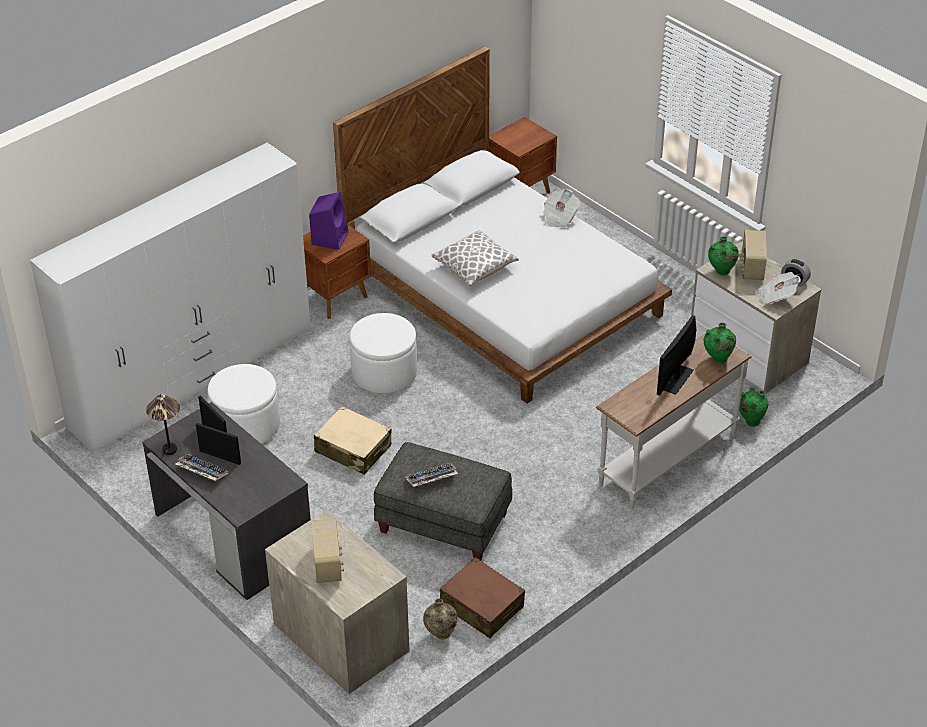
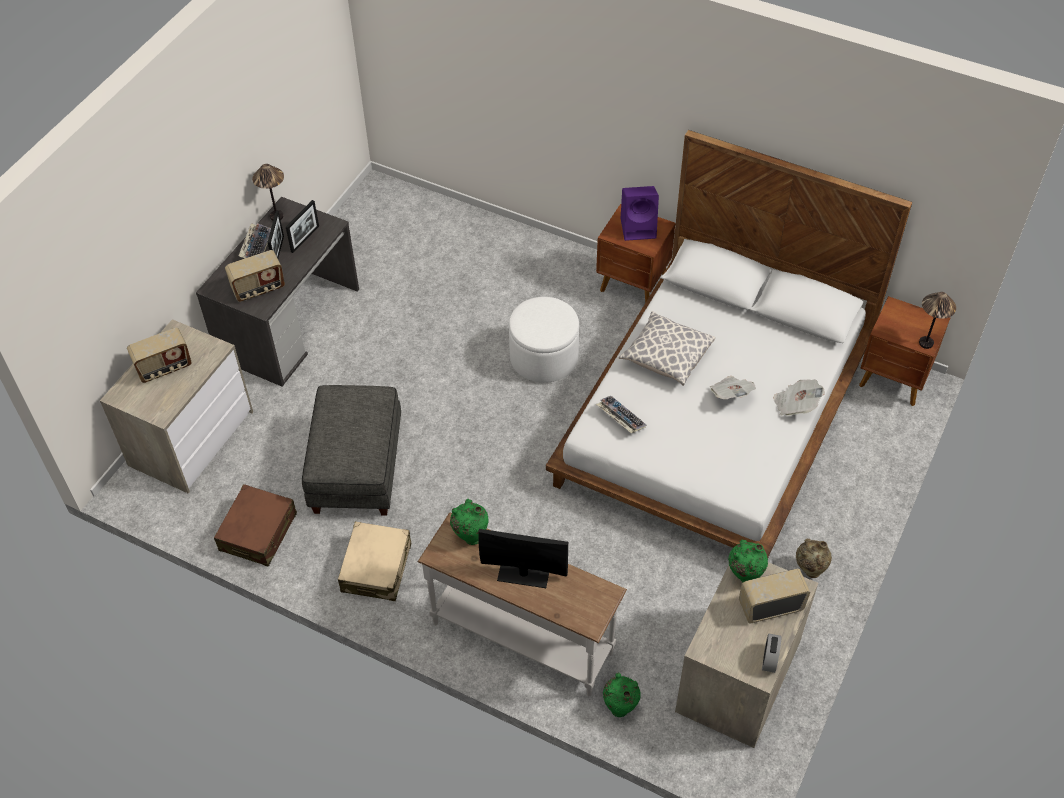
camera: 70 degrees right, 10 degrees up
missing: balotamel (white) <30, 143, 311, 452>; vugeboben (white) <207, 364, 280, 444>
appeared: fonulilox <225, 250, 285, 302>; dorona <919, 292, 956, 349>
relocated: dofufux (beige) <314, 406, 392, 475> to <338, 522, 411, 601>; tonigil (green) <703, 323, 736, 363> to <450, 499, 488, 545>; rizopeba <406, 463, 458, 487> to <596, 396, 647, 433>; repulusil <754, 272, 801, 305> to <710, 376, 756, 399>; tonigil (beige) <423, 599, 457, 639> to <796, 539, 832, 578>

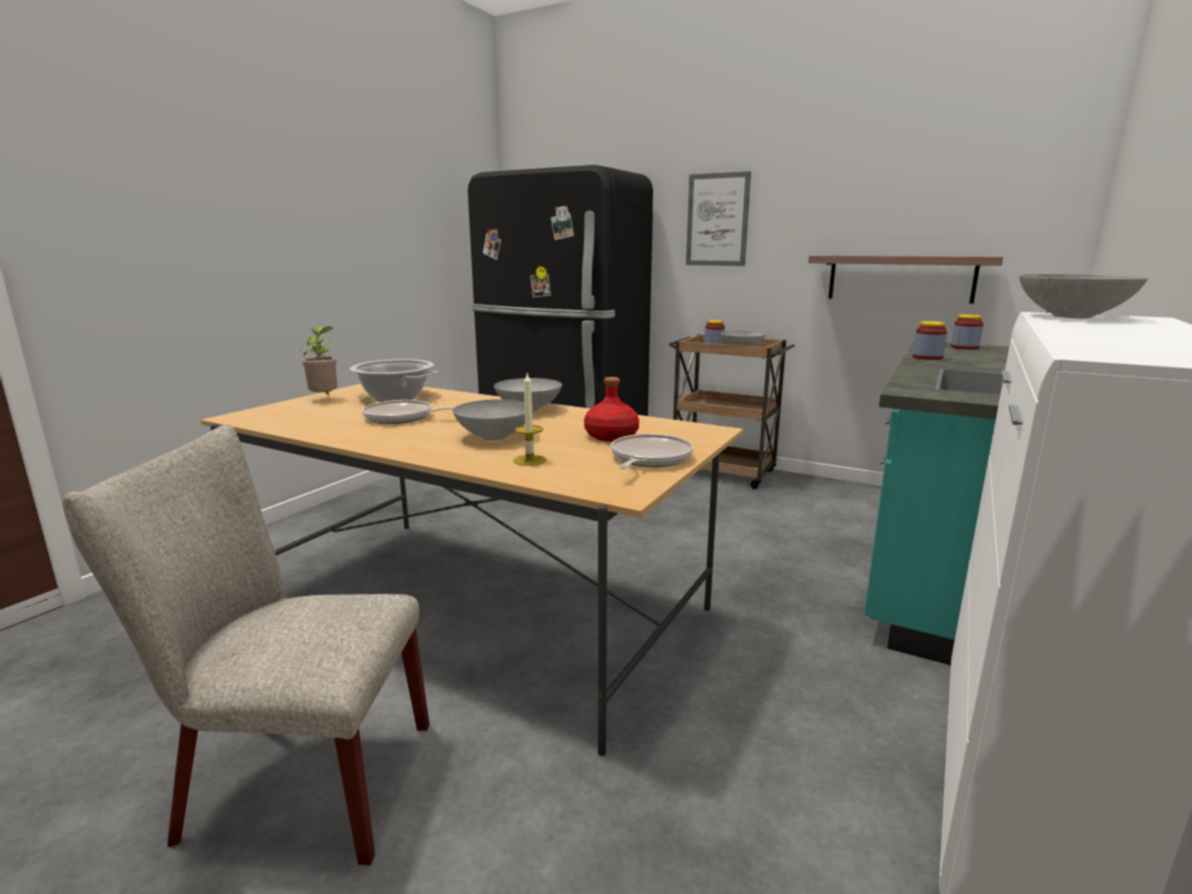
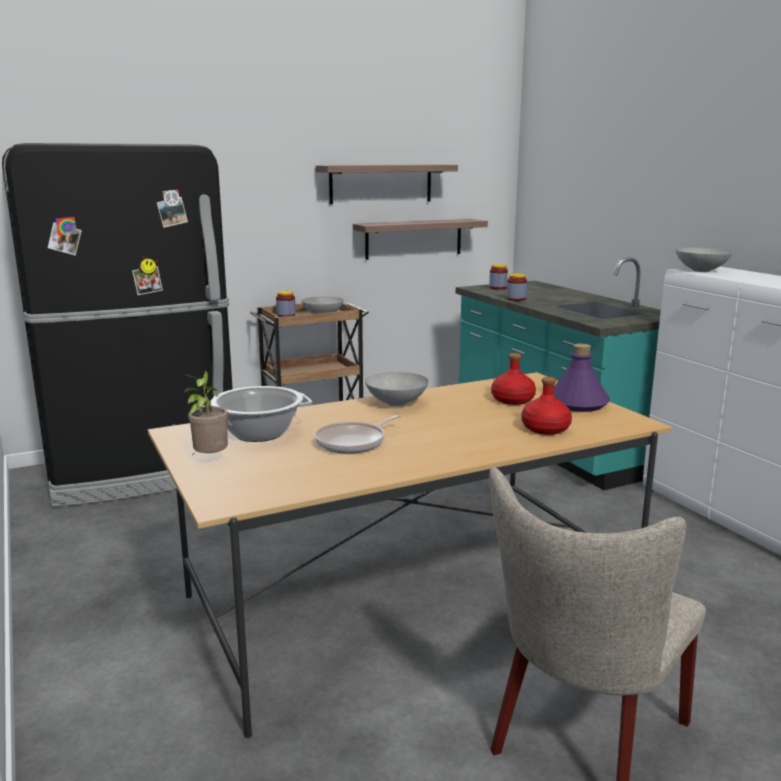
camera: 55 degrees left, 0 degrees up
missing: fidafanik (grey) <453, 399, 533, 441>; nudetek <686, 171, 751, 266>
appeared: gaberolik <315, 165, 458, 204>
exchanged: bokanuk <513, 374, 547, 466> to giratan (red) <522, 377, 572, 435>; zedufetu <611, 434, 694, 469> to giratan (purple) <553, 344, 610, 412>

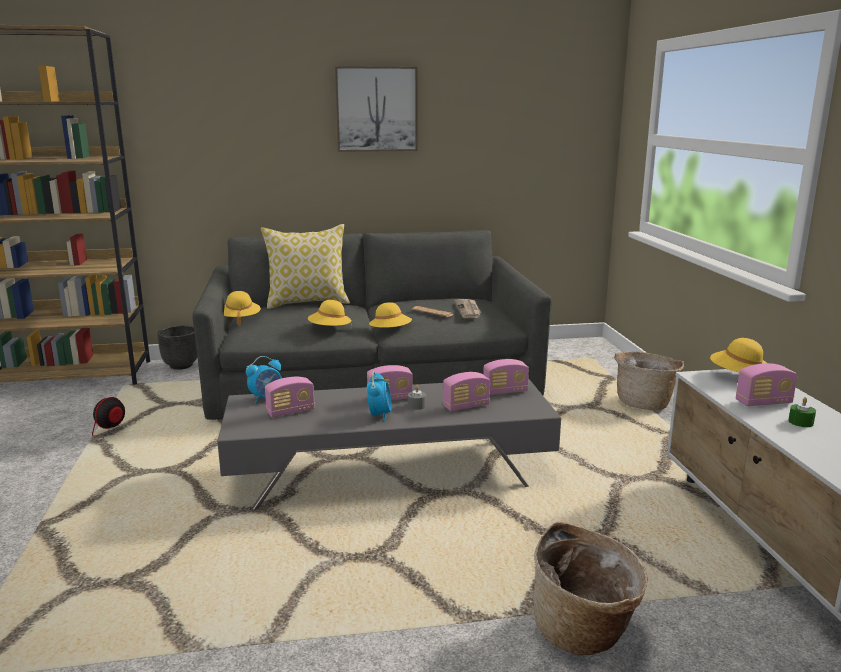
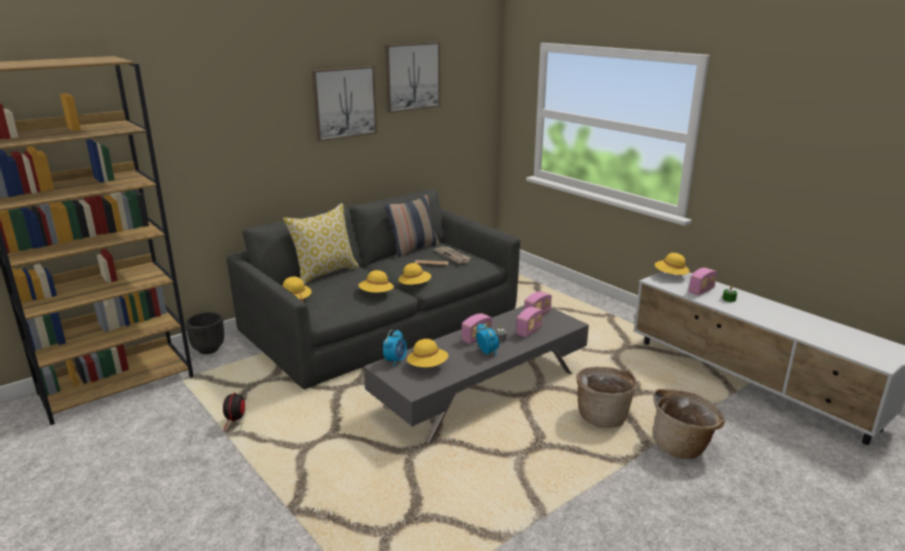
camera: 30 degrees left, 5 degrees up
appeared: nudetek <385, 42, 440, 113>; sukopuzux <385, 195, 439, 257>
relocated: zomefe <614, 351, 684, 410> to <576, 367, 637, 428>
exchanged: fonulilox <265, 377, 315, 418> to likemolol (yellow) <407, 339, 448, 367>

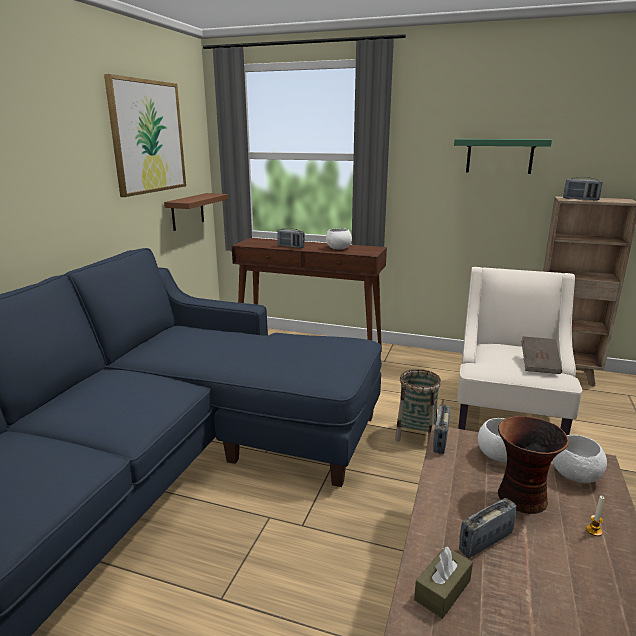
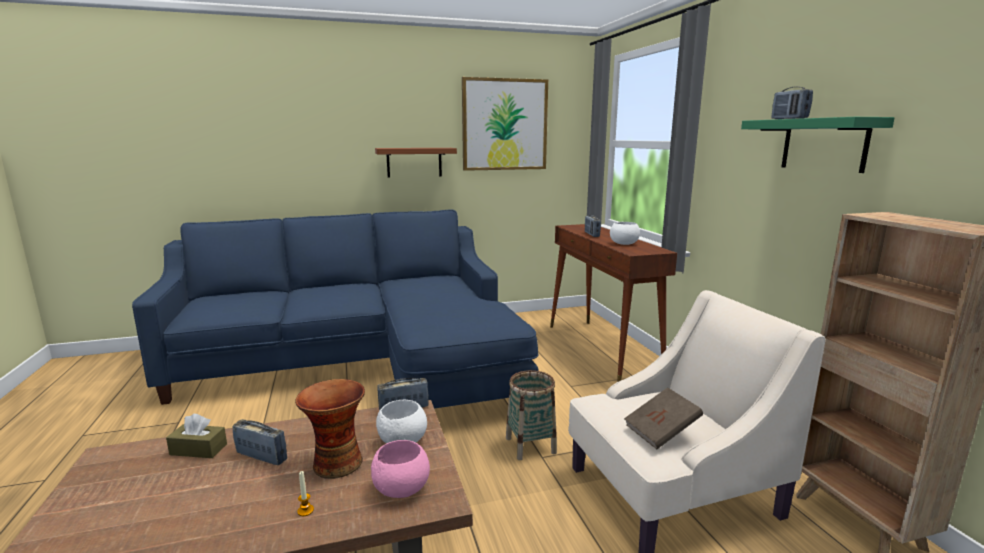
camera: 55 degrees right, 5 degrees down
relocated: gaberolik (brown) <164, 193, 228, 231> to <375, 148, 457, 178>; fonulilox <563, 177, 603, 200> to <771, 86, 813, 119>
colour: fidafanik (white) <552, 435, 607, 483> to fidafanik (pink) <371, 440, 430, 498>

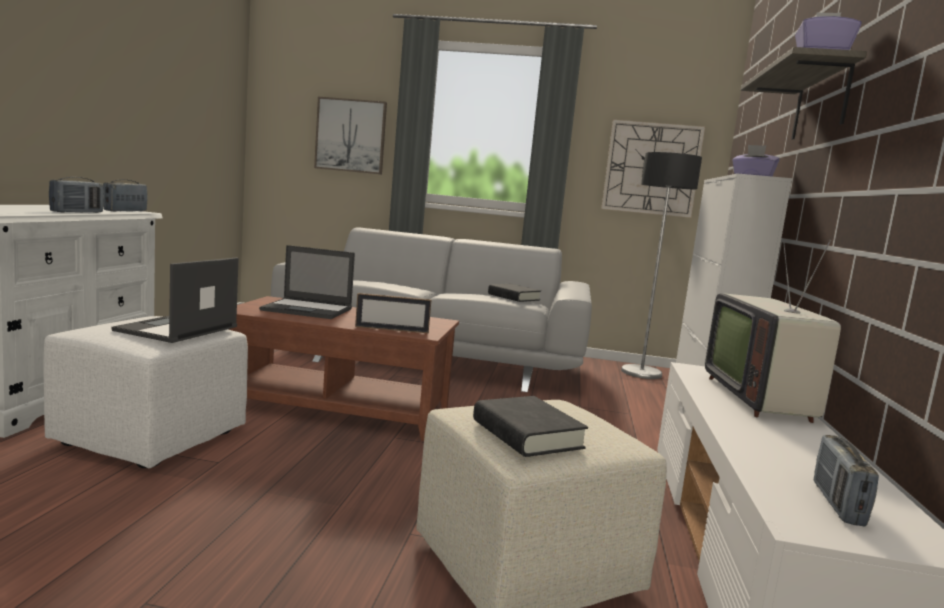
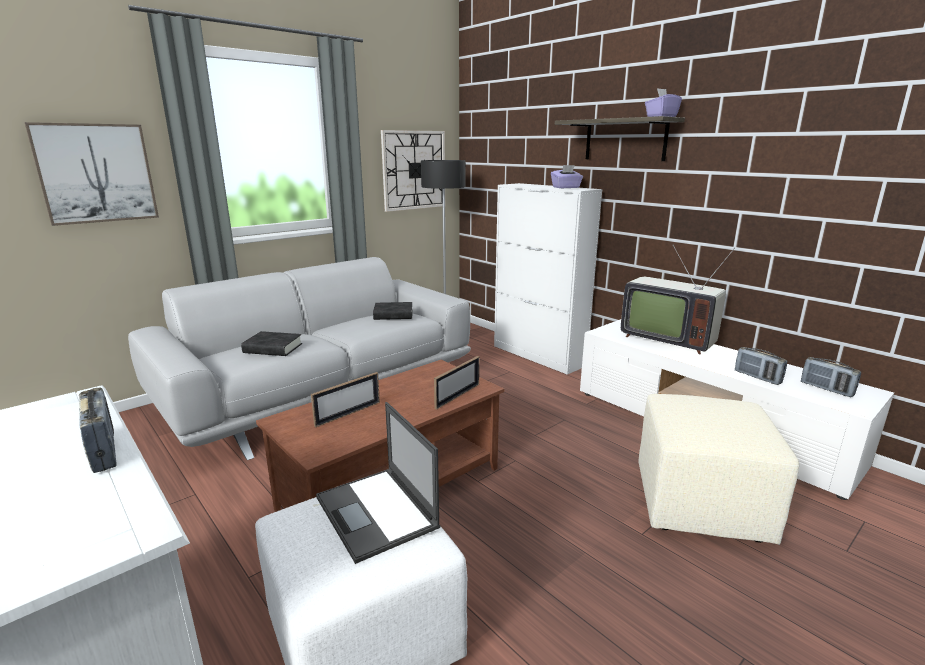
camera: 50 degrees left, 10 degrees up
relocated: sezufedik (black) <473, 396, 588, 457> to <241, 331, 302, 356>; fonulilox <103, 179, 148, 212> to <735, 347, 787, 385>
exchanged: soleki <259, 245, 355, 319> to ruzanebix <311, 372, 380, 427>

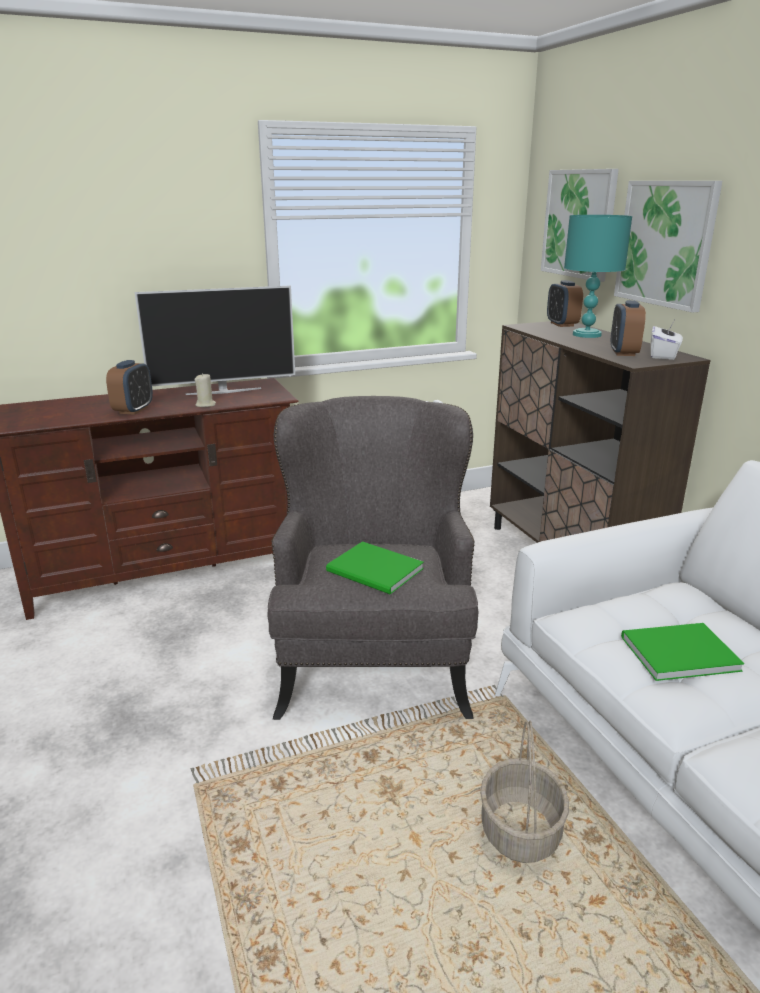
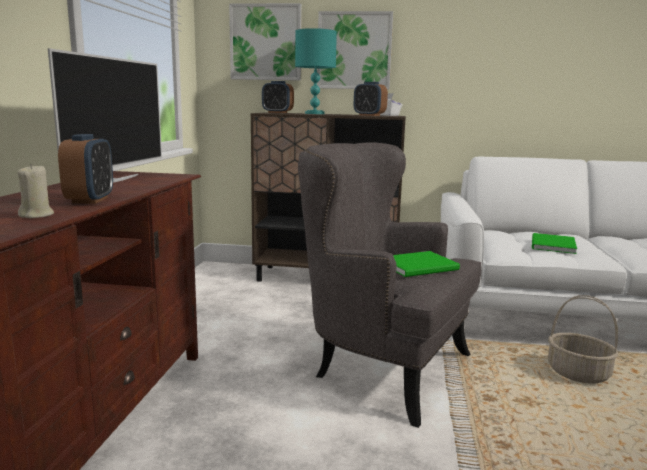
camera: 60 degrees left, 10 degrees down
relocated: bokanuk (beige) <194, 373, 216, 407> to <17, 164, 54, 218>
spun: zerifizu <106, 360, 153, 415> = <58, 134, 113, 204> 45 degrees clockwise

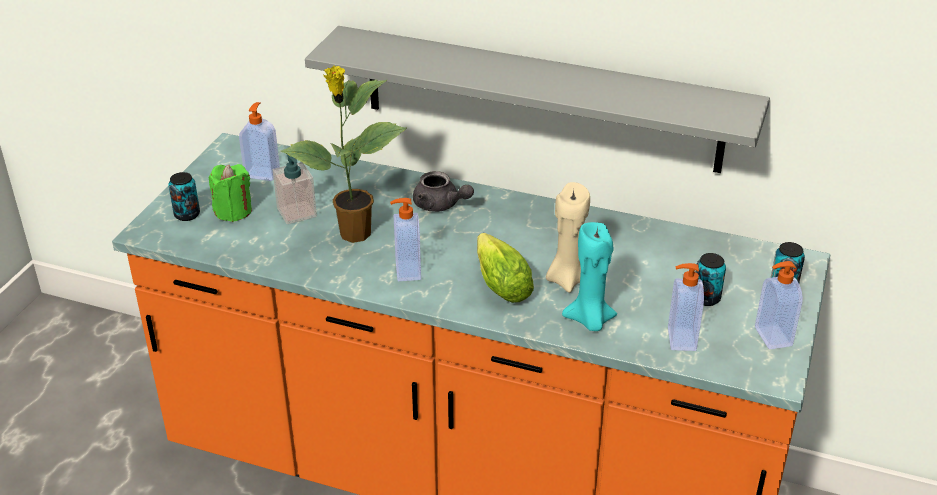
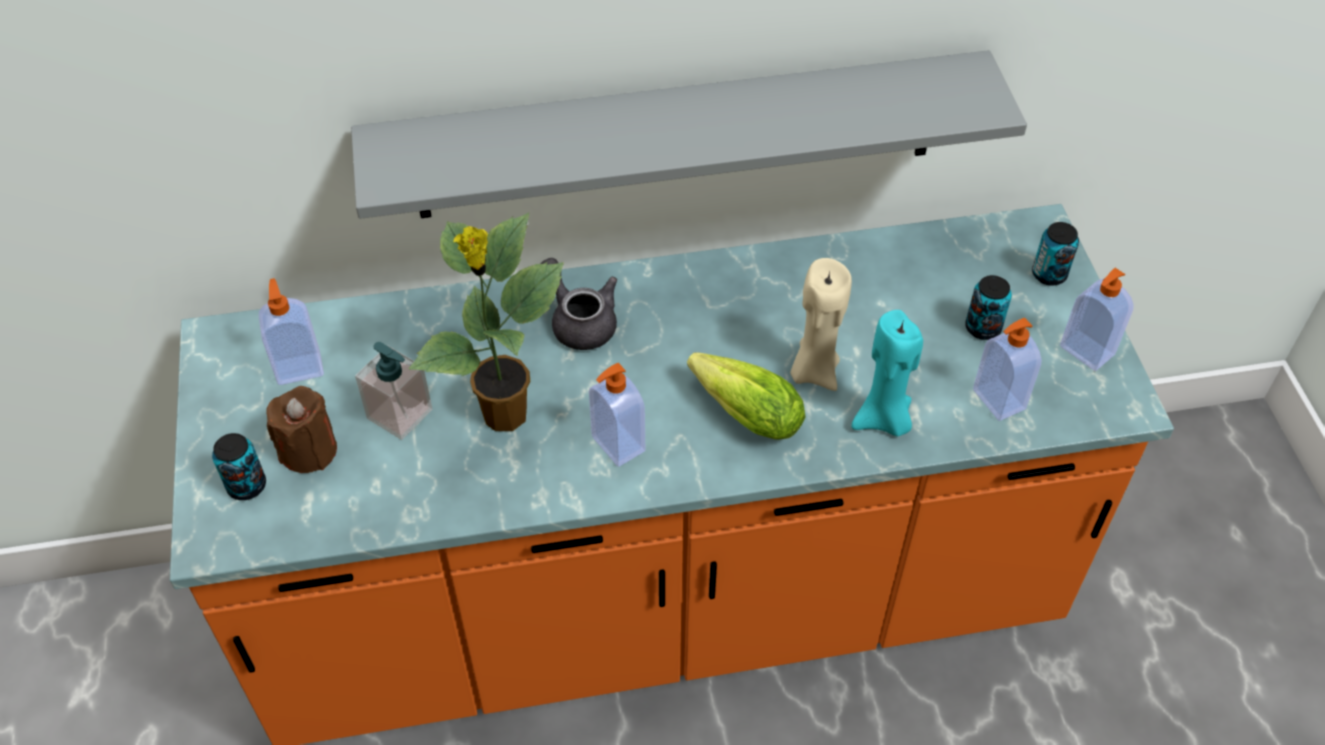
camera: 30 degrees left, 15 degrees up
colour: bokanuk (green) <209, 164, 252, 222> to bokanuk (brown) <266, 386, 337, 473>
spun: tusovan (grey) <413, 171, 474, 212> = <541, 258, 617, 350> 135 degrees counterclockwise

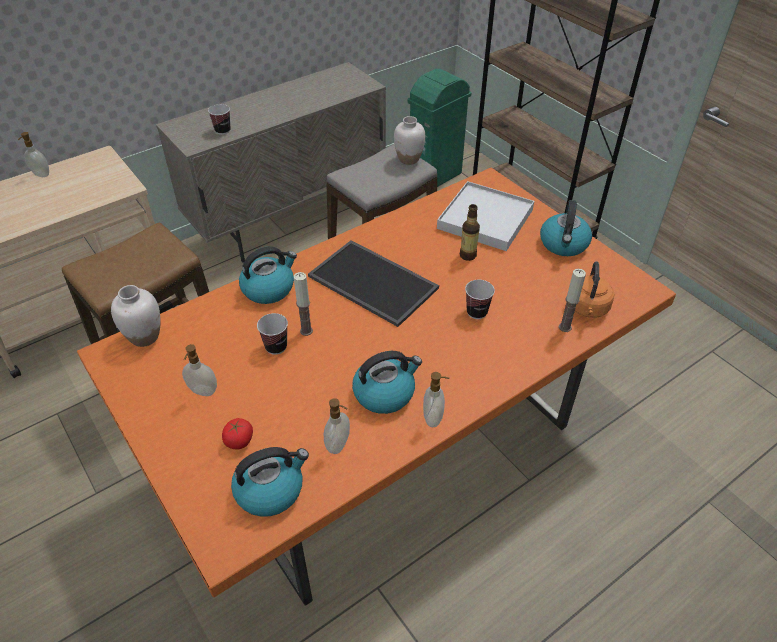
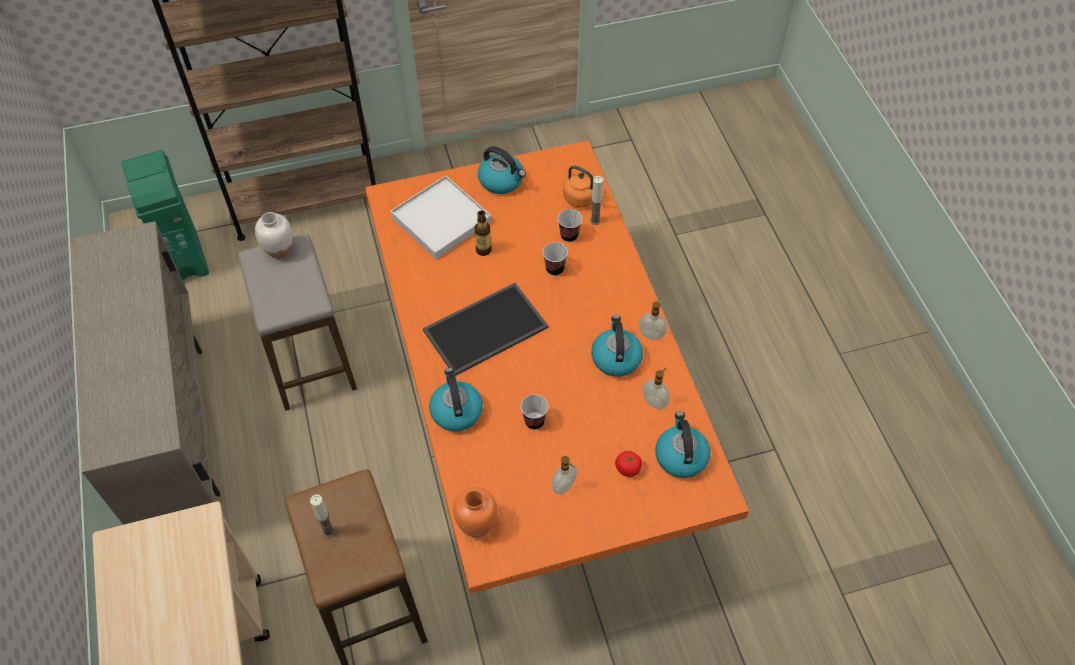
camera: 70 degrees left, 10 degrees up
missing: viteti <18, 132, 49, 177>
relocated: bokanuk <294, 272, 313, 336> to <310, 495, 335, 537>; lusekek <208, 104, 231, 135> to <558, 209, 582, 242>
colour: tonigil (white) <111, 285, 161, 347> to tonigil (orange) <453, 487, 497, 538>

